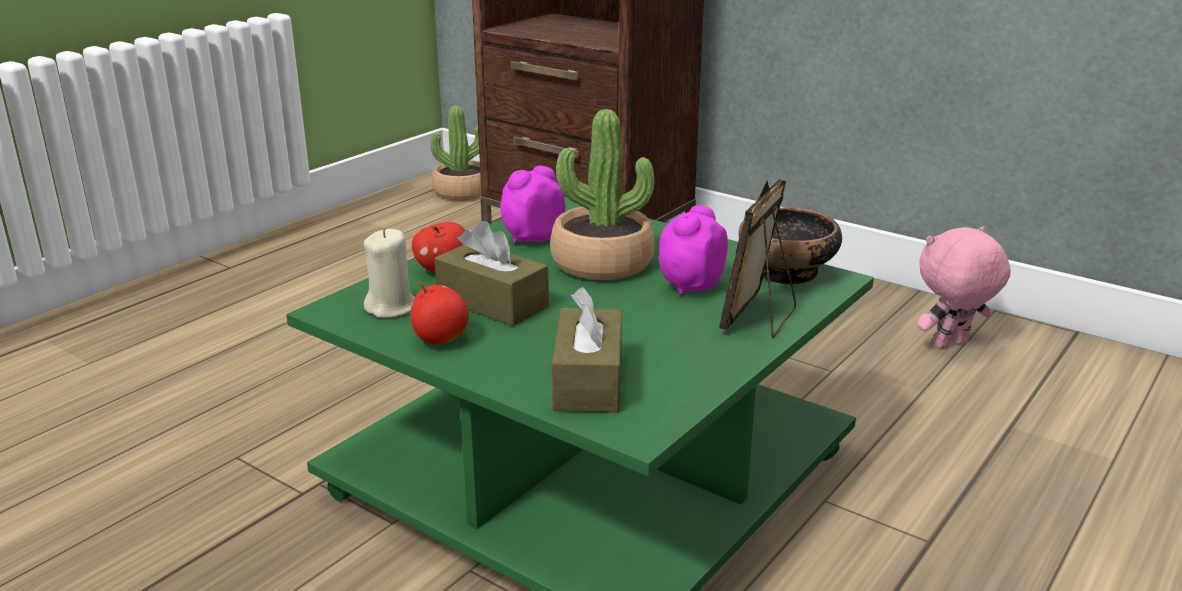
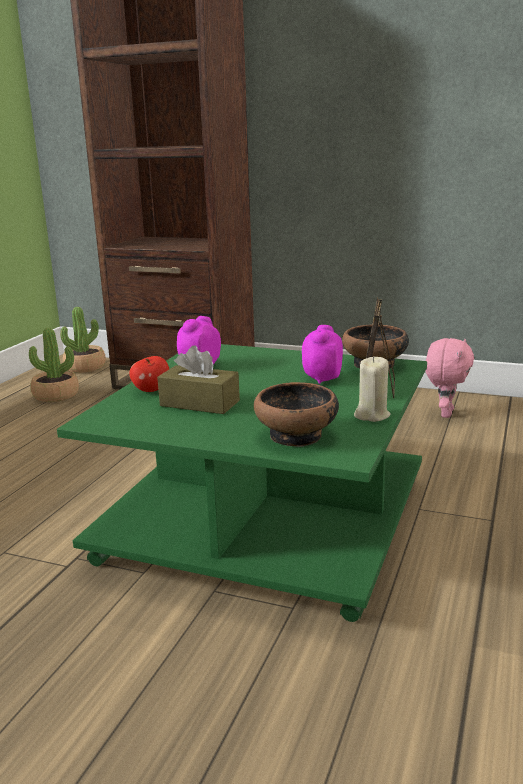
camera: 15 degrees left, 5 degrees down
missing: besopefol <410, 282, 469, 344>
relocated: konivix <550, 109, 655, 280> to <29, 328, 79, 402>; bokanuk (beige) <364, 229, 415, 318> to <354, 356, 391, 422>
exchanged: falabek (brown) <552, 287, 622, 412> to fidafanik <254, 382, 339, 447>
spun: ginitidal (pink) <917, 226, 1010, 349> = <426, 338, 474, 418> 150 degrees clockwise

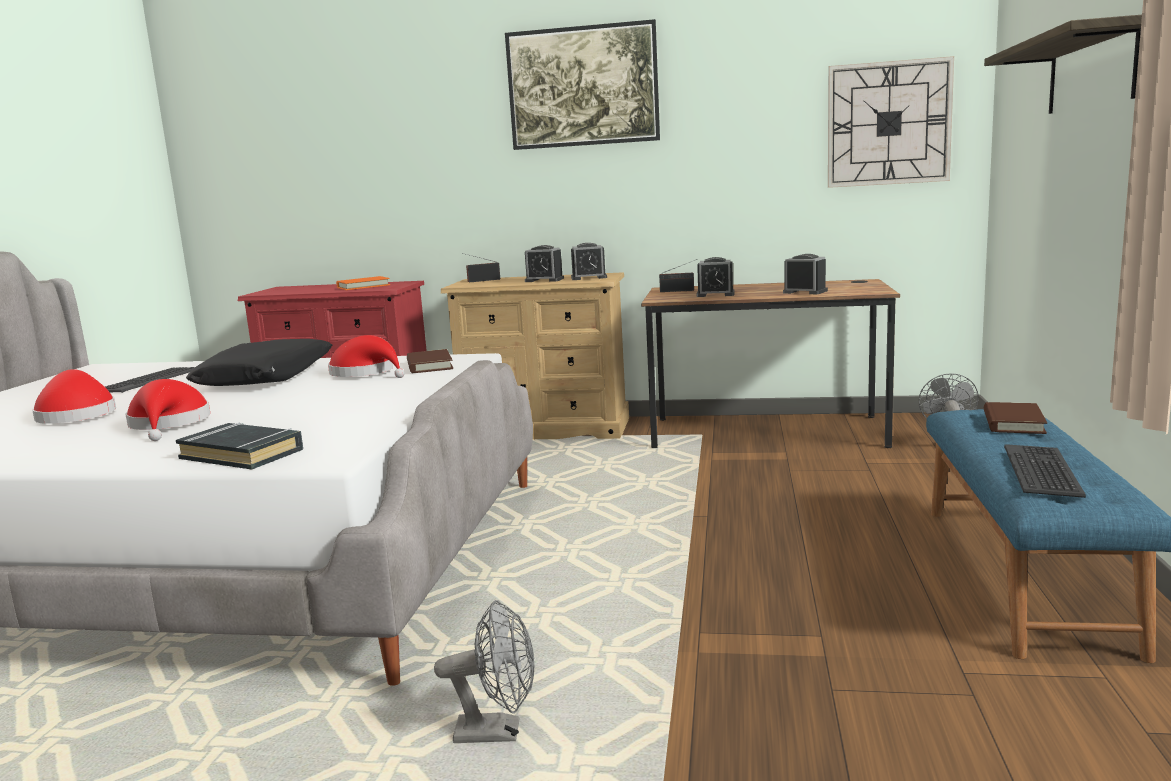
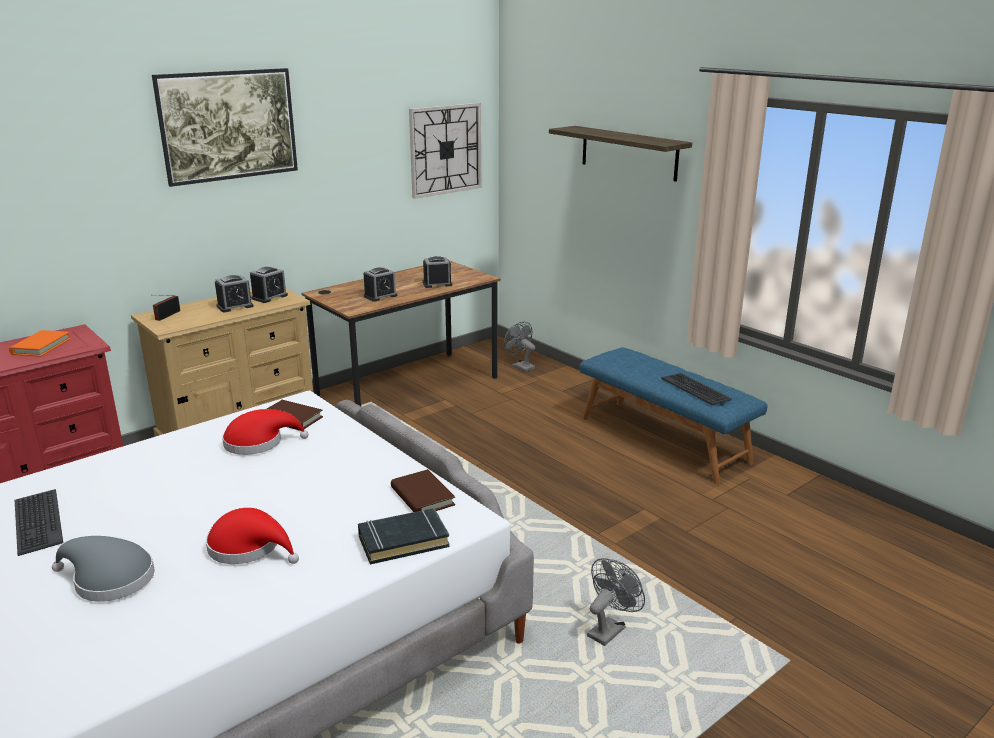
camera: 50 degrees left, 10 degrees up
missing: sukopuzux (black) <186, 339, 332, 386>; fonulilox <659, 259, 697, 292>
relocated: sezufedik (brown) <984, 402, 1047, 434> to <391, 469, 455, 512>
colour: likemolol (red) <32, 369, 116, 424> to likemolol (grey) <52, 536, 155, 602>

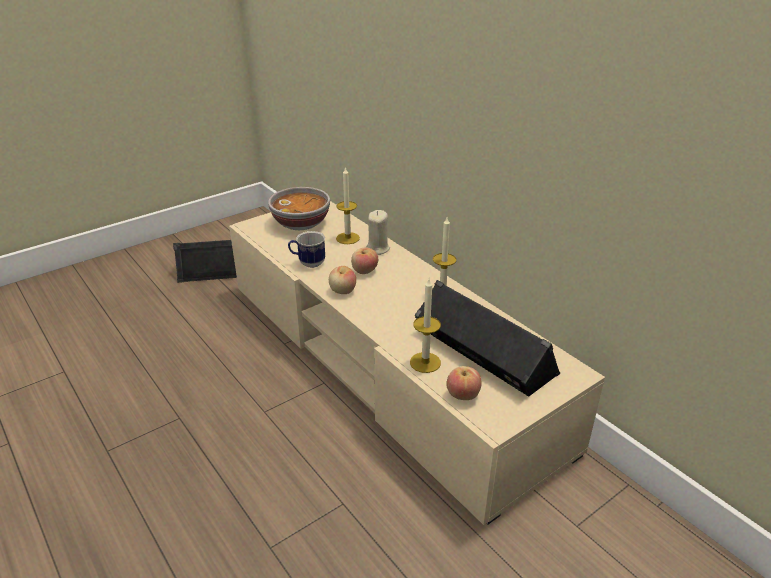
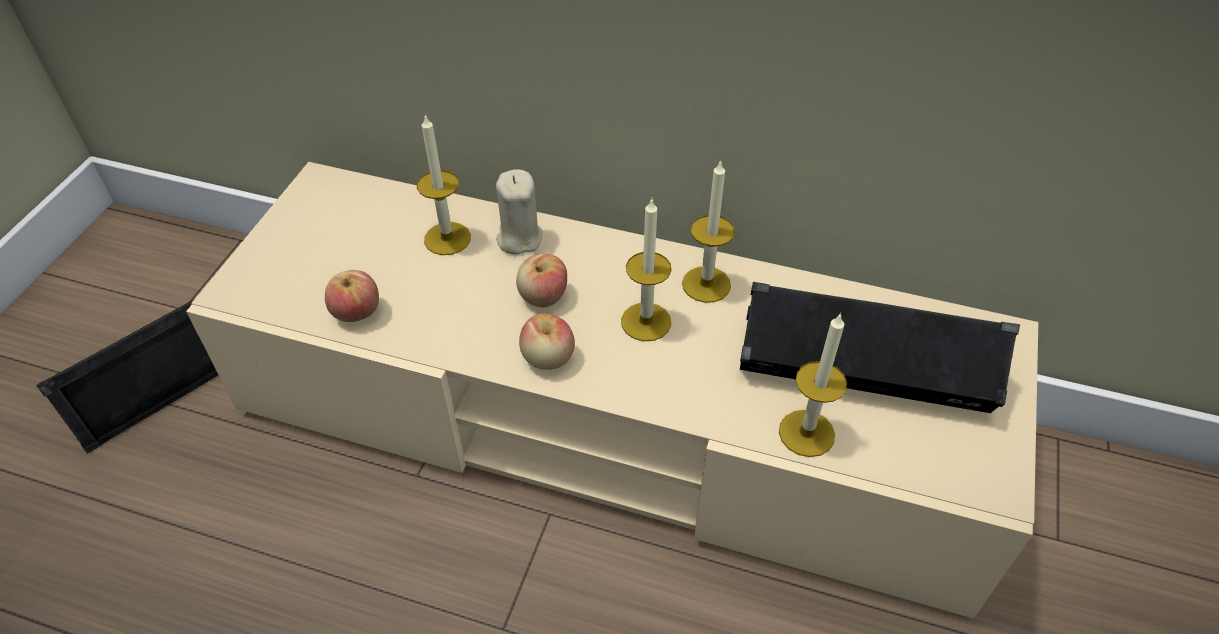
camera: 35 degrees left, 15 degrees up
missing: fidafanik <268, 187, 330, 230>; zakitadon <288, 231, 325, 268>
appeared: bokanuk <621, 198, 672, 341>
relocated: besopefol <446, 366, 482, 400> to <325, 270, 379, 322>

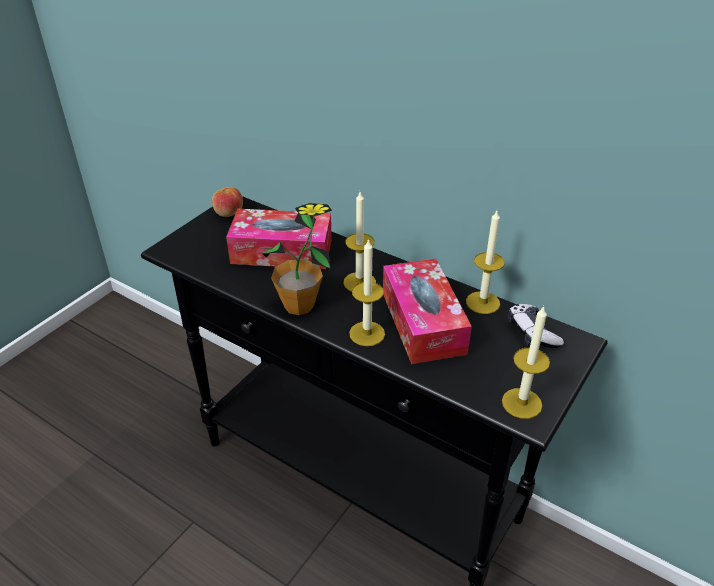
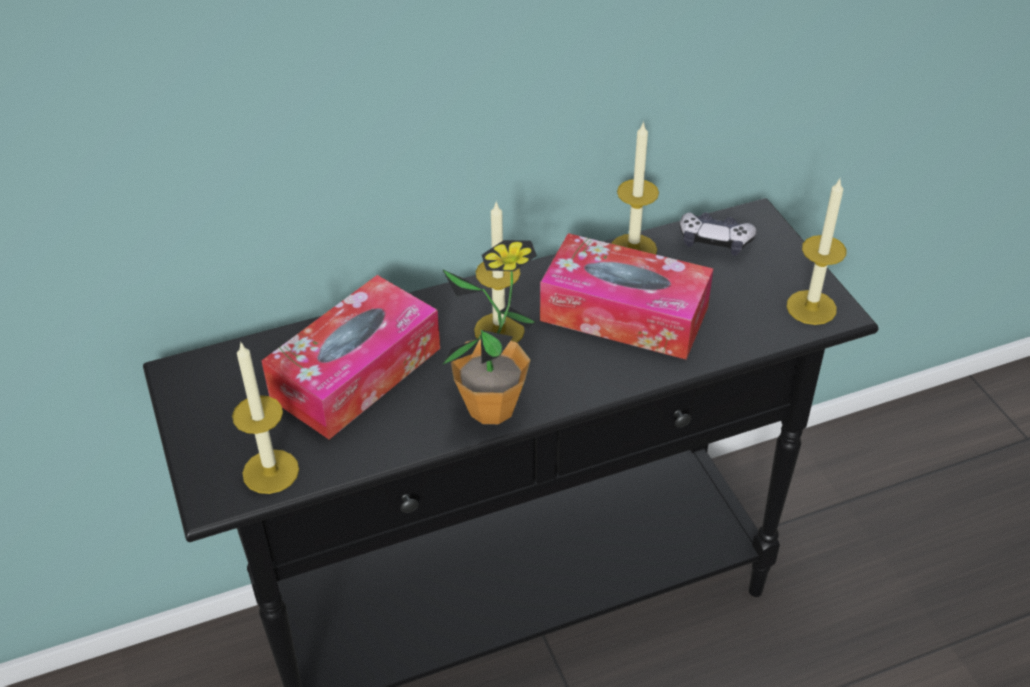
camera: 55 degrees left, 5 degrees up
missing: besopefol <212, 187, 243, 217>
relocated: bokanuk <349, 238, 385, 346> to <232, 342, 299, 494>

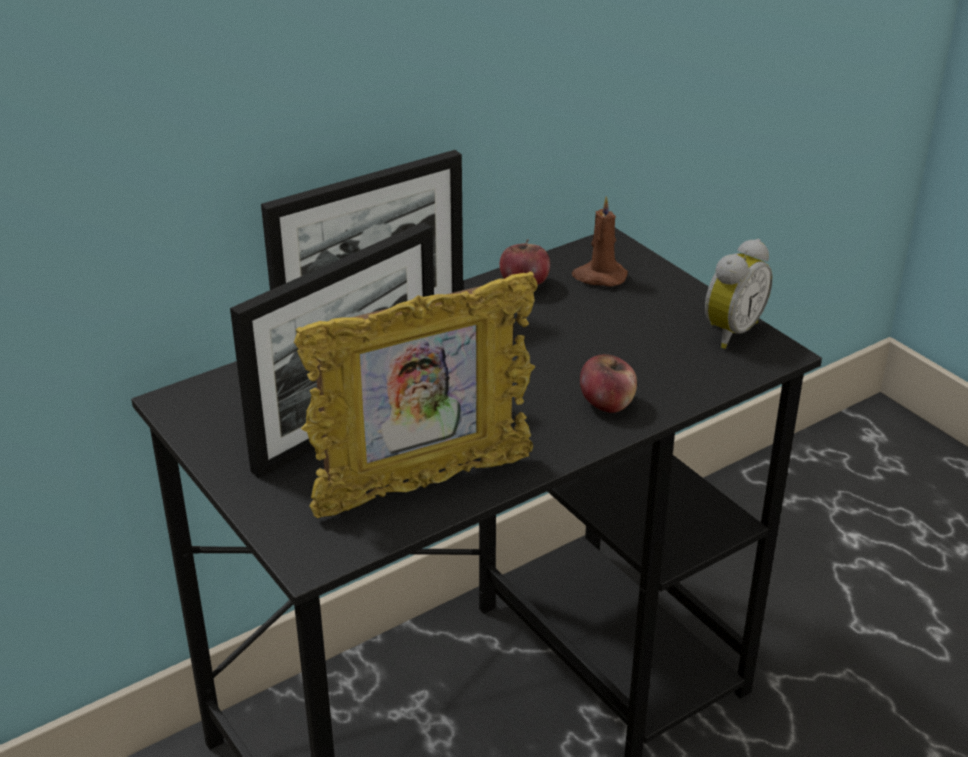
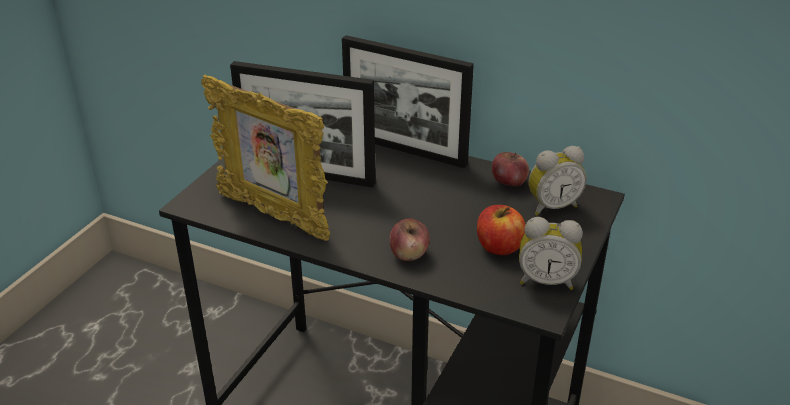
camera: 60 degrees right, 0 degrees up
appeared: besopefol <477, 205, 526, 255>
exchanged: bokanuk (brown) <572, 196, 628, 287> to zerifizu <528, 146, 587, 216>

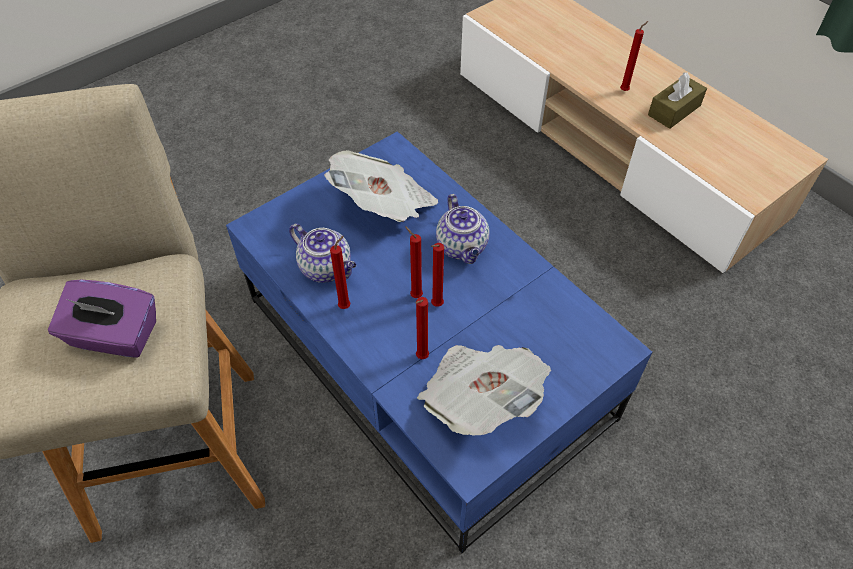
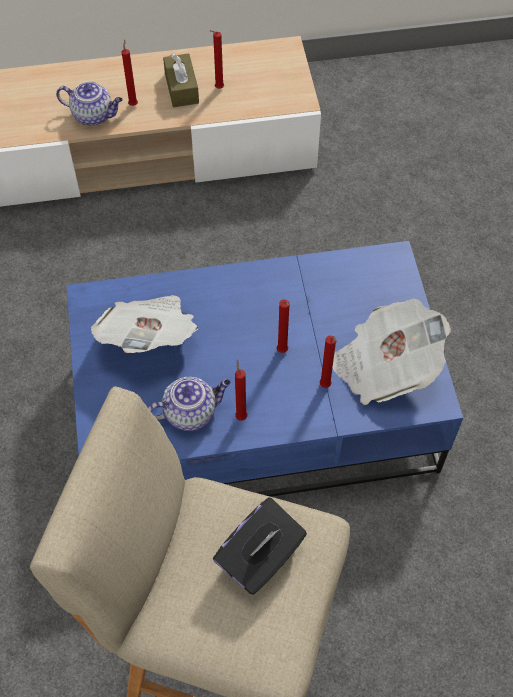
camera: 60 degrees left, 5 degrees up
relocated: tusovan <436, 194, 489, 264> to <56, 81, 123, 126>; bokanuk (red) <405, 226, 423, 298> to <210, 30, 224, 89>
colour: falabek (purple) <48, 280, 156, 358> to falabek (black) <213, 497, 307, 595>

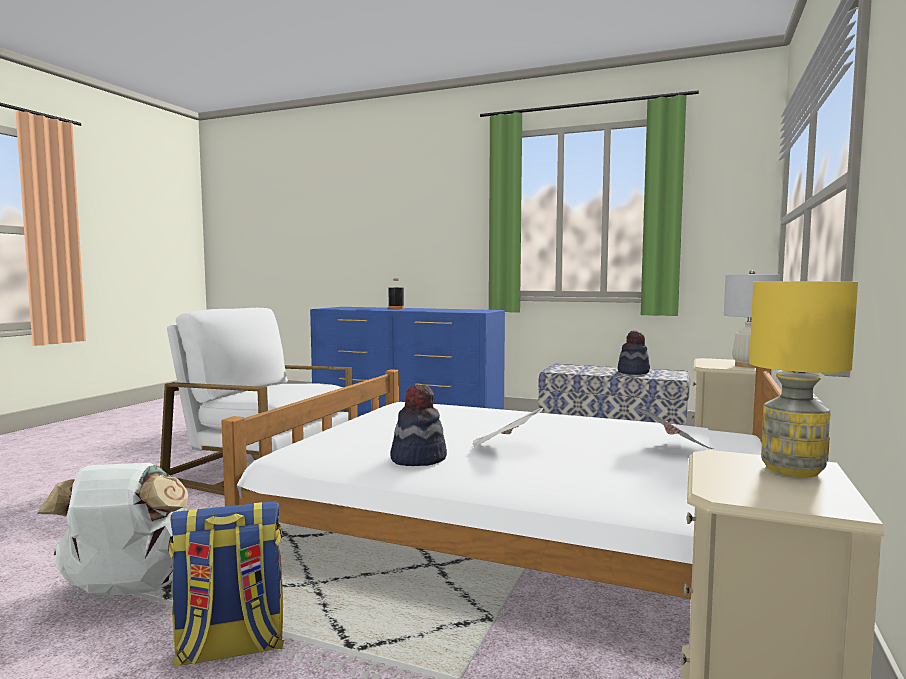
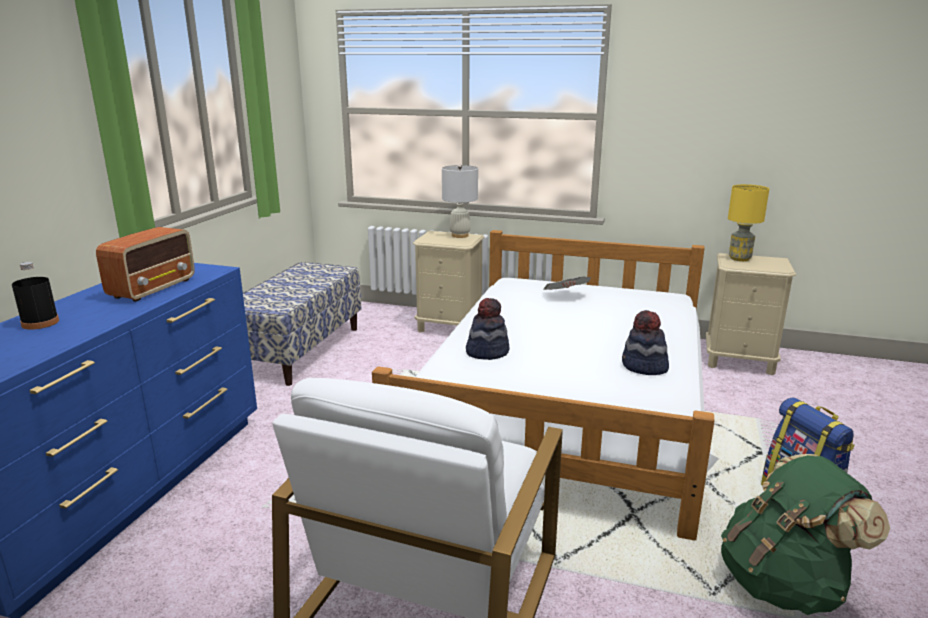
camera: 95 degrees left, 15 degrees up
missing: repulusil <472, 408, 543, 448>
appeared: fonulilox <96, 227, 195, 302>
relocated: likemolol <618, 330, 650, 375> to <466, 298, 510, 360>
colour: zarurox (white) <37, 463, 188, 595> to zarurox (green) <721, 454, 890, 615>

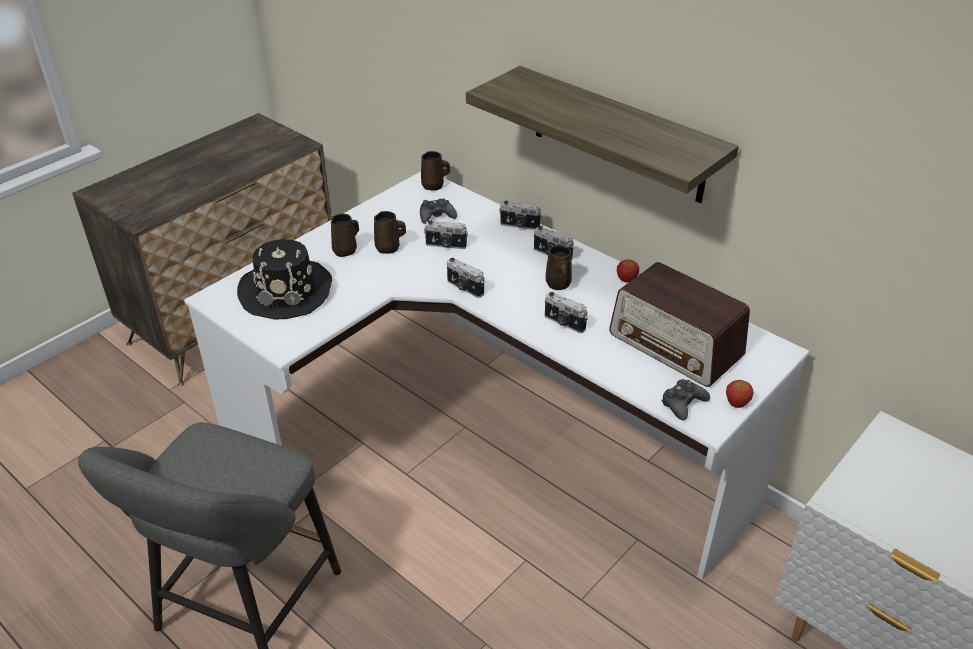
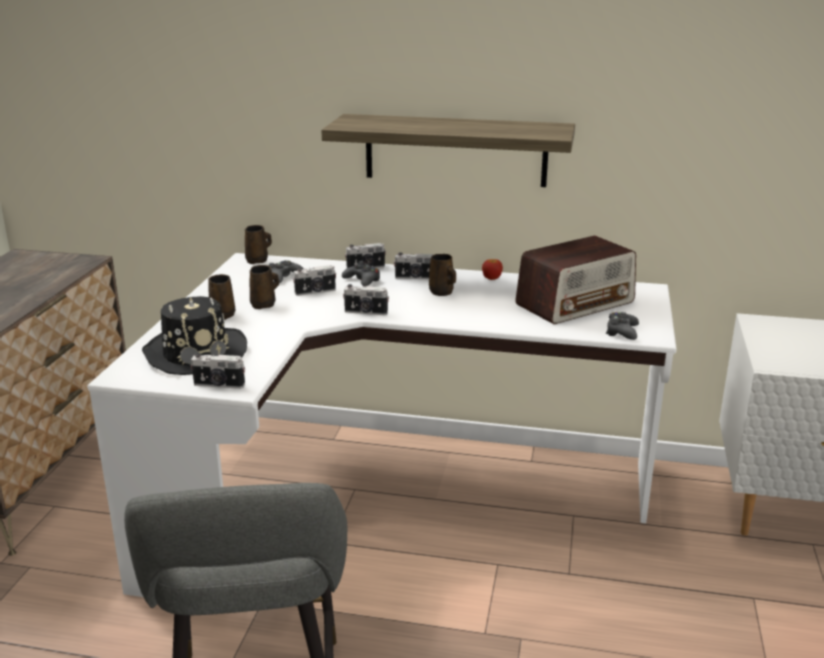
camera: 30 degrees left, 15 degrees down
missing: besopefol <726, 380, 754, 408>
appeared: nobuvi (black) <342, 261, 380, 287>
relocated: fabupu <545, 292, 588, 333> to <191, 353, 245, 389>
spun: fonulilox <609, 262, 750, 387> = <515, 236, 636, 324> 45 degrees counterclockwise

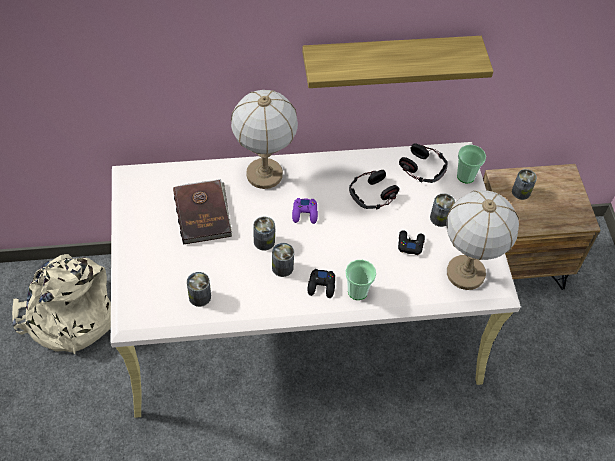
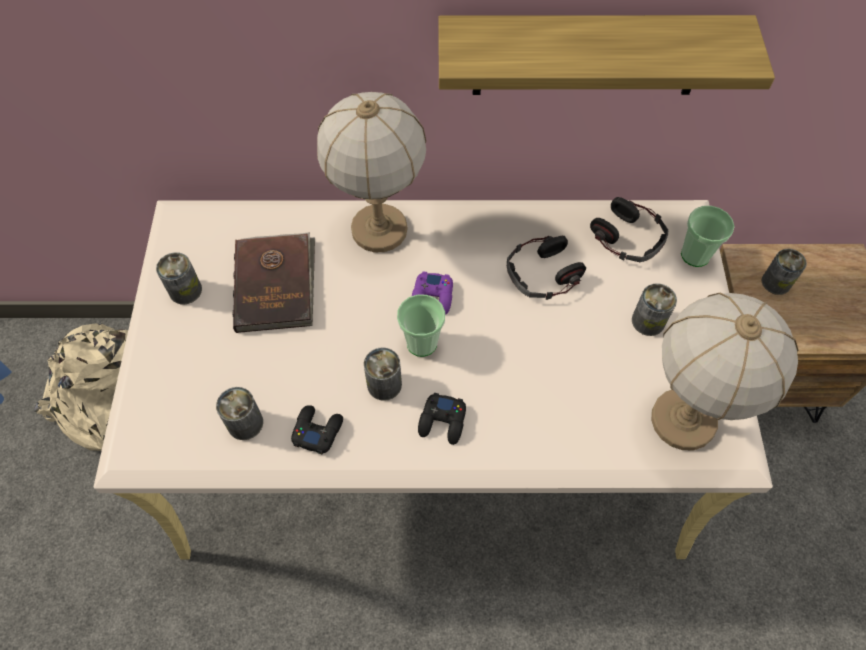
camera: 10 degrees right, 5 degrees up
relocated: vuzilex <253, 217, 275, 250> to <156, 252, 202, 304>; nobuvi (black) <398, 230, 425, 255> to <291, 405, 343, 454>; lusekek <345, 260, 376, 300> to <397, 295, 445, 357>

